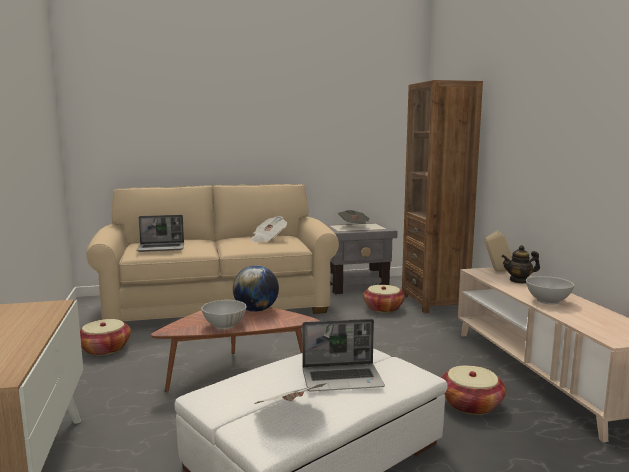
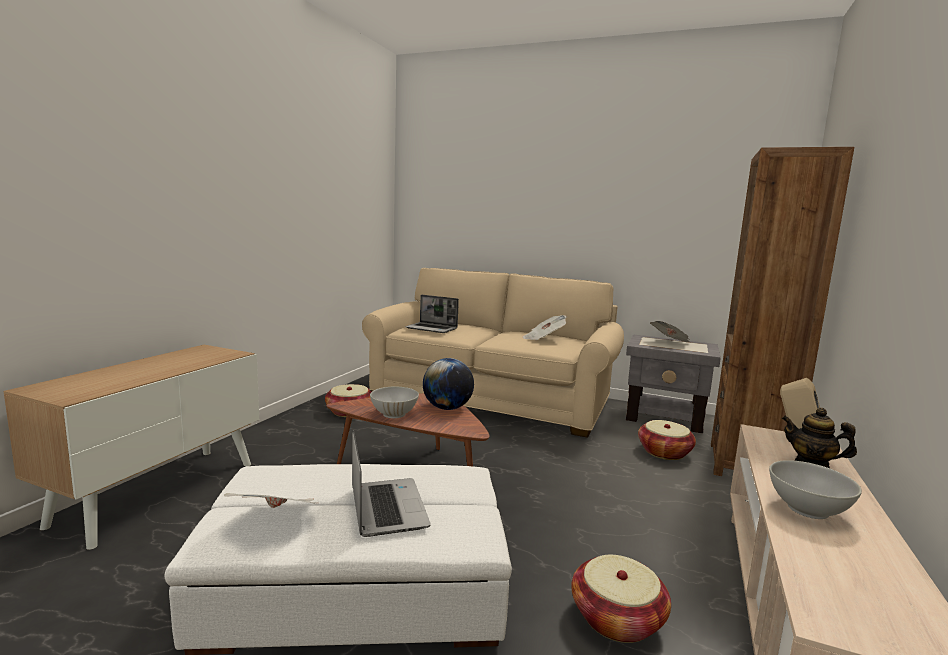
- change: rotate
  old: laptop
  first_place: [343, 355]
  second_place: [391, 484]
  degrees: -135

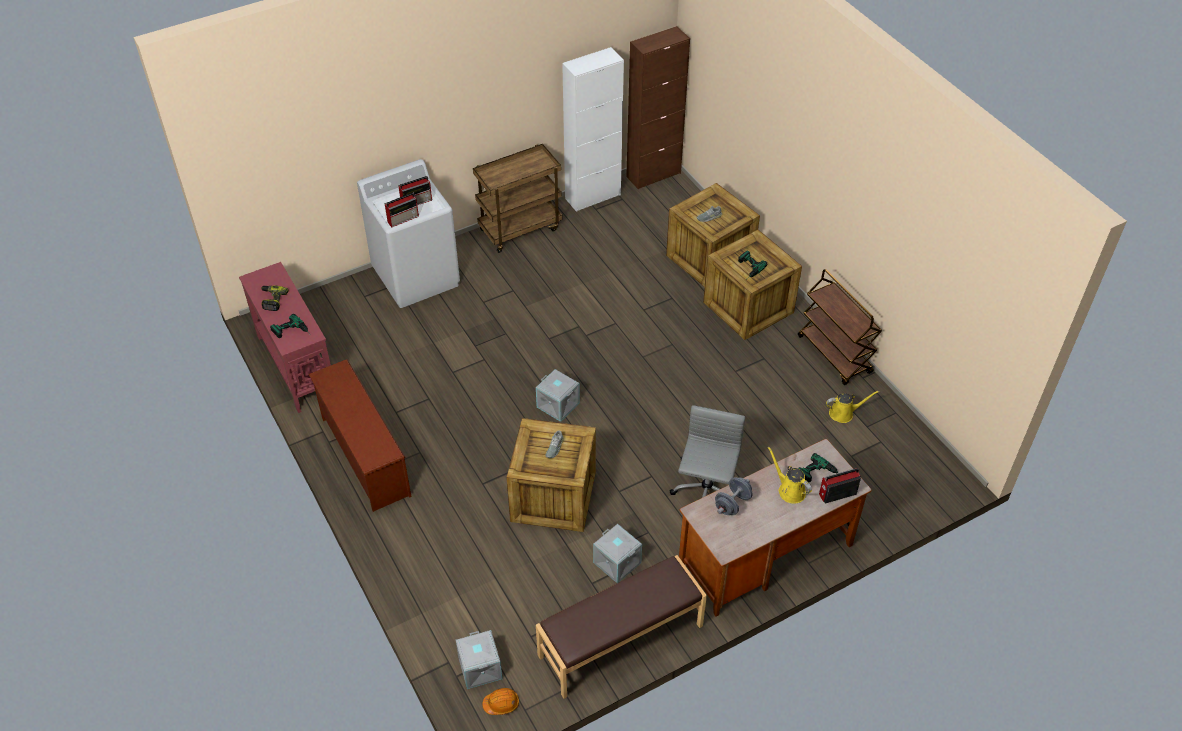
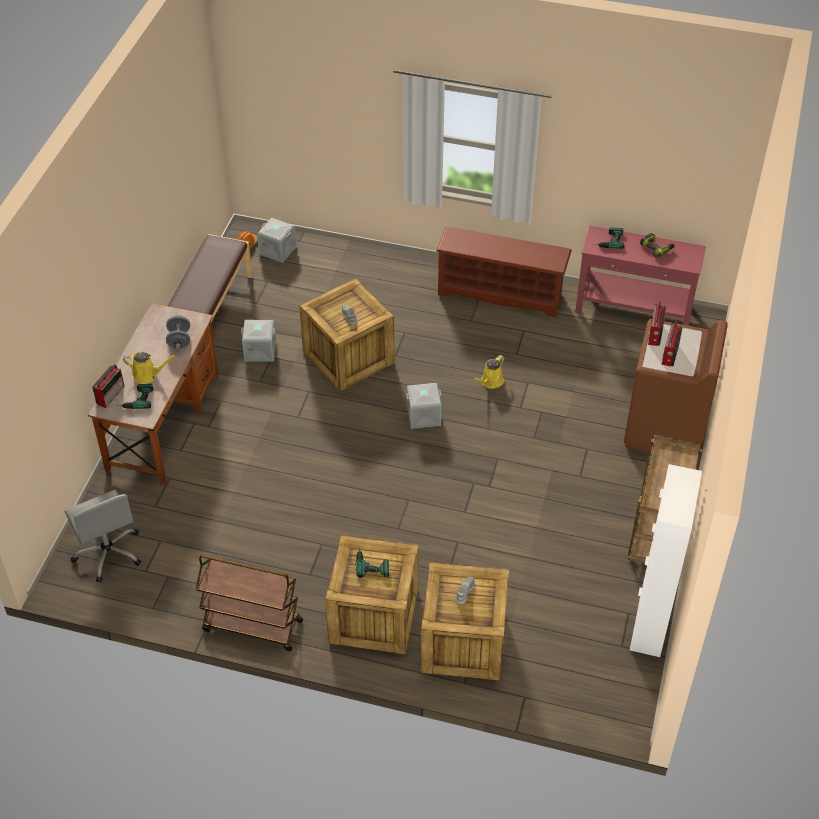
- change: recolor
  old: laundry appliance (whitish)
  new: laundry appliance (brownish)
  first_place: [408, 233]
  second_place: [676, 385]
- change: delete
  old: storage cabinet (brownish)
  first_place: [658, 107]
- change: move
  old: office chair (grey)
  first_place: [707, 451]
  second_place: [103, 536]
- change: move
  old: sprinkling can (yellowish)
  first_place: [852, 407]
  second_place: [489, 372]

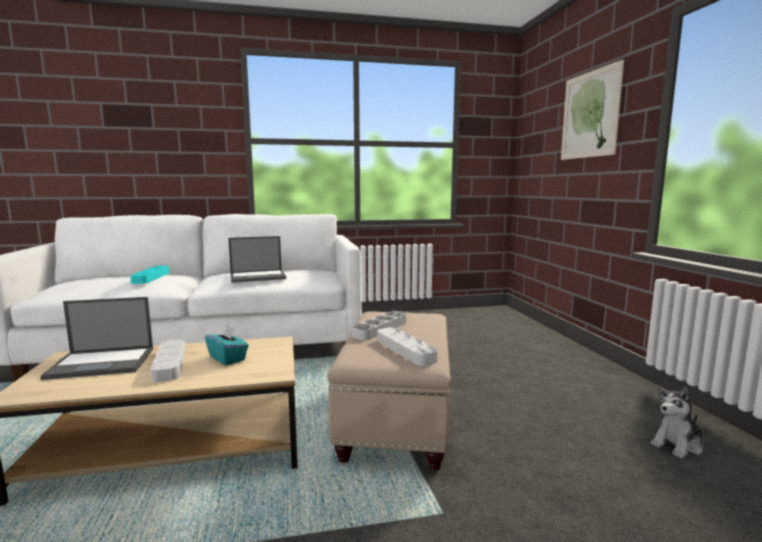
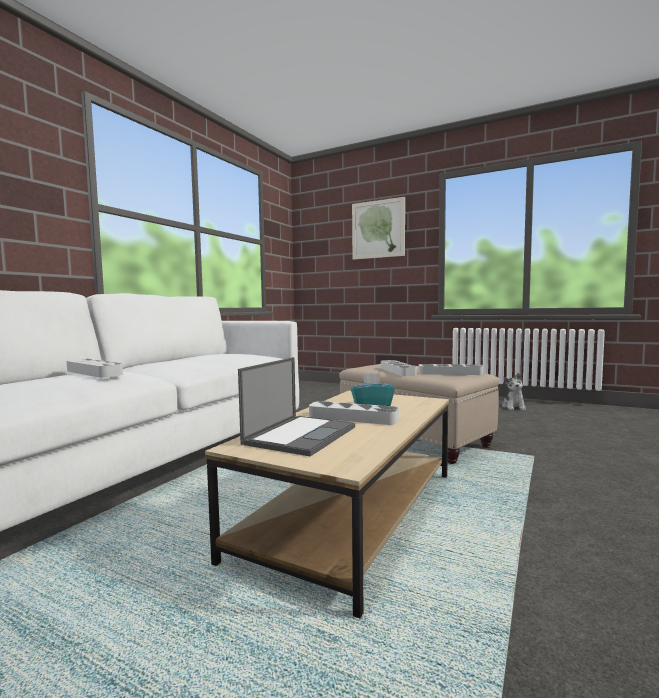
- change: recolor
  old: carrying tray (turquoise)
  new: carrying tray (grey)
  first_place: [150, 275]
  second_place: [95, 368]
- change: delete
  old: laptop
  first_place: [257, 259]

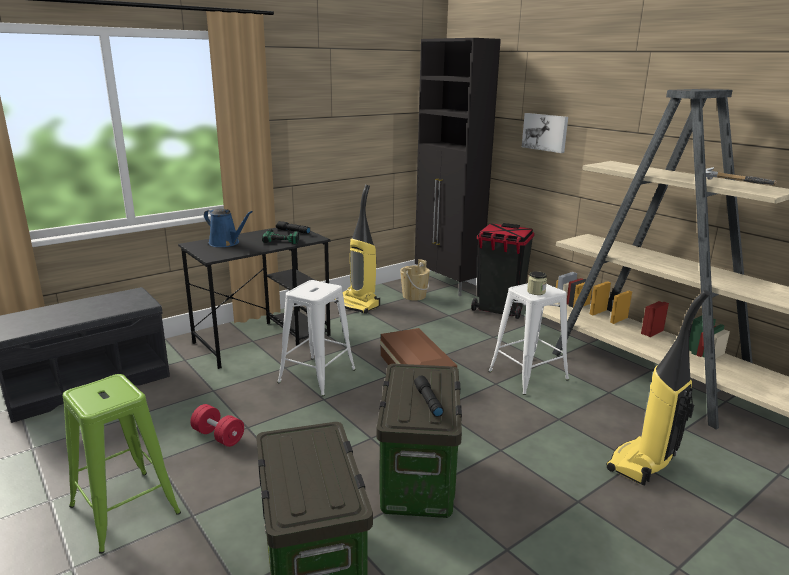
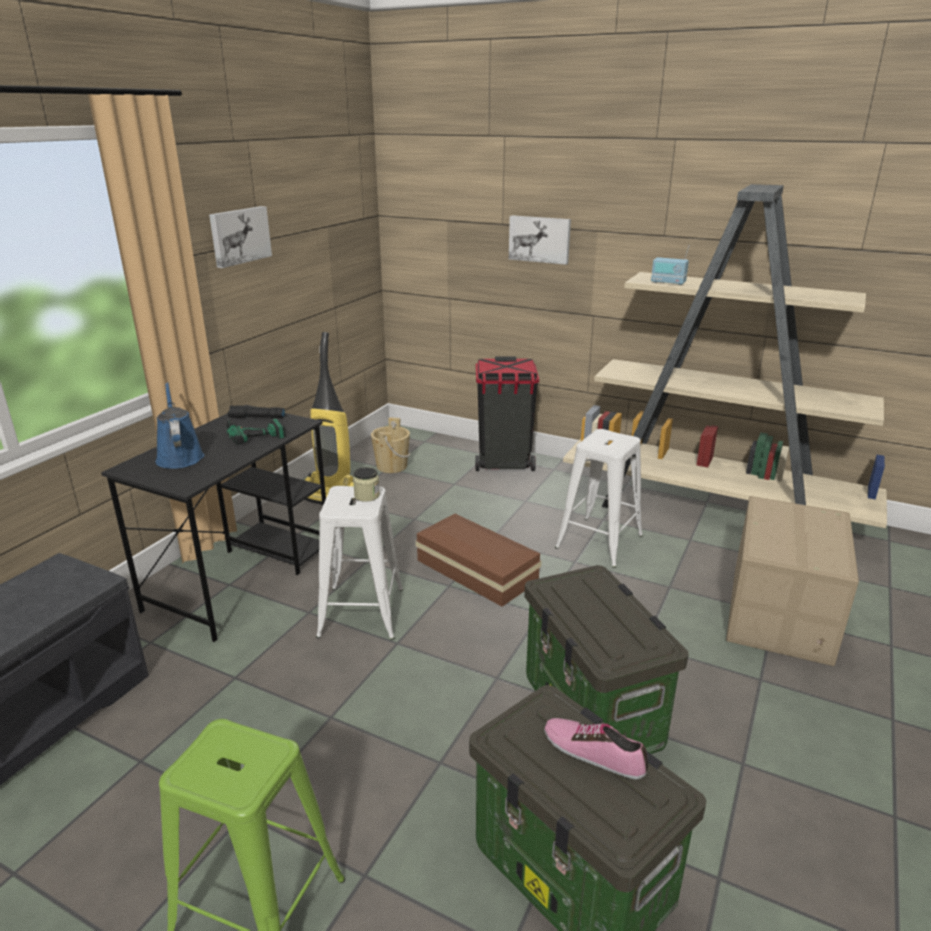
- change: delete
  old: hand weight (red)
  first_place: [217, 425]
- change: rotate
  old: sprinkling can (blue)
  first_place: [228, 228]
  second_place: [180, 425]
  degrees: -120
- change: delete
  old: torch (blackish)
  first_place: [429, 396]
- change: delete
  old: storage cabinet (blackish)
  first_place: [458, 167]
- change: move
  old: preserve jar
  first_place: [537, 283]
  second_place: [366, 484]
- change: replace
  old: hoover
  new: packing box
  first_place: [658, 388]
  second_place: [792, 581]
- change: delete
  old: tool hammer
  first_place: [741, 176]
- change: insert
  new: wall picture
  second_place: [240, 237]
- change: insert
  new: shoe
  second_place: [596, 749]
- change: insert
  new: radio receiver
  second_place: [670, 265]

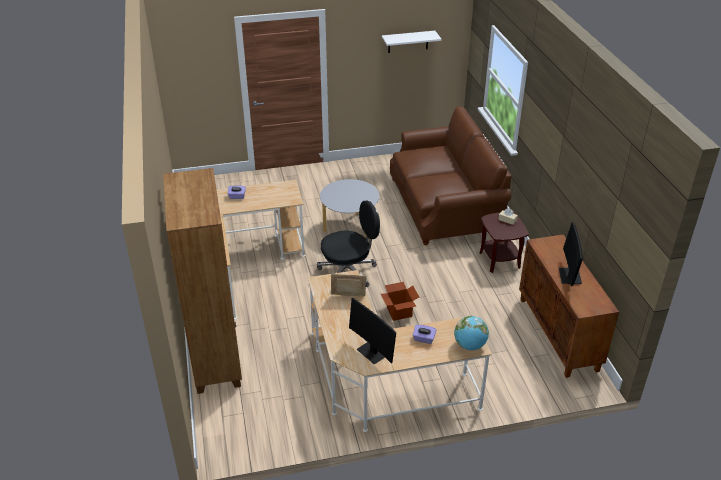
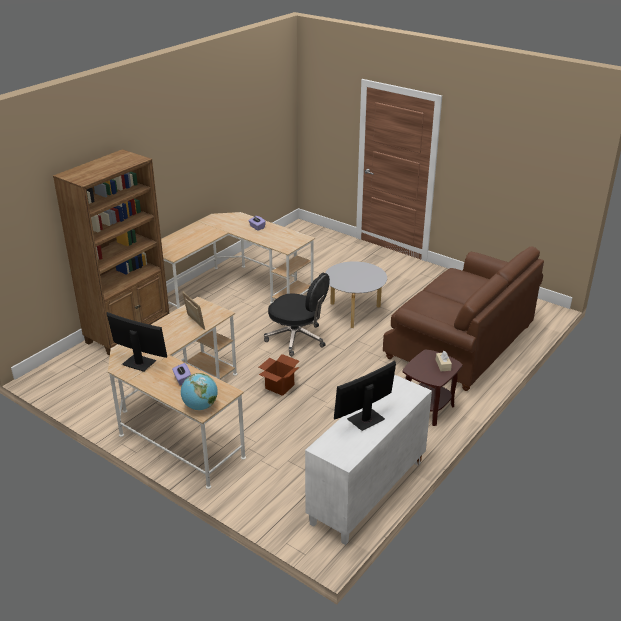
- change: rotate
  old: computer display
  first_place: [372, 331]
  second_place: [137, 342]
  degrees: 105
- change: delete
  old: wall shelf (whitish)
  first_place: [412, 42]
- change: recolor
  old: storage cabinet (brownish)
  new: storage cabinet (whitish)
  first_place: [569, 306]
  second_place: [368, 459]

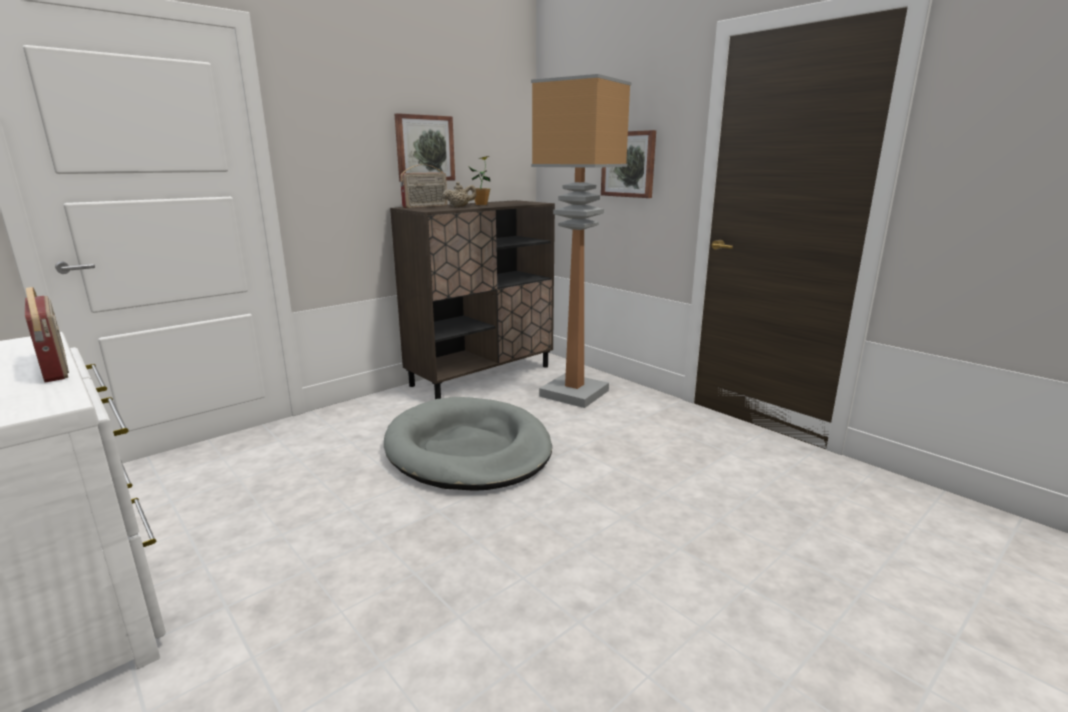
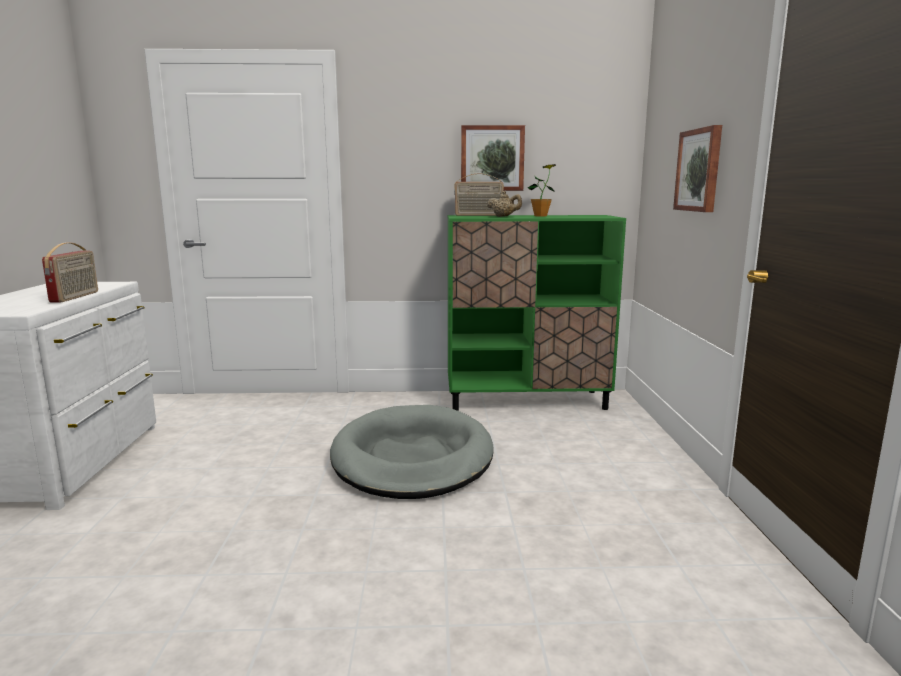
- change: recolor
  old: storage cabinet (brownish)
  new: storage cabinet (greenish)
  first_place: [472, 299]
  second_place: [537, 313]
- change: delete
  old: standard lamp
  first_place: [581, 241]

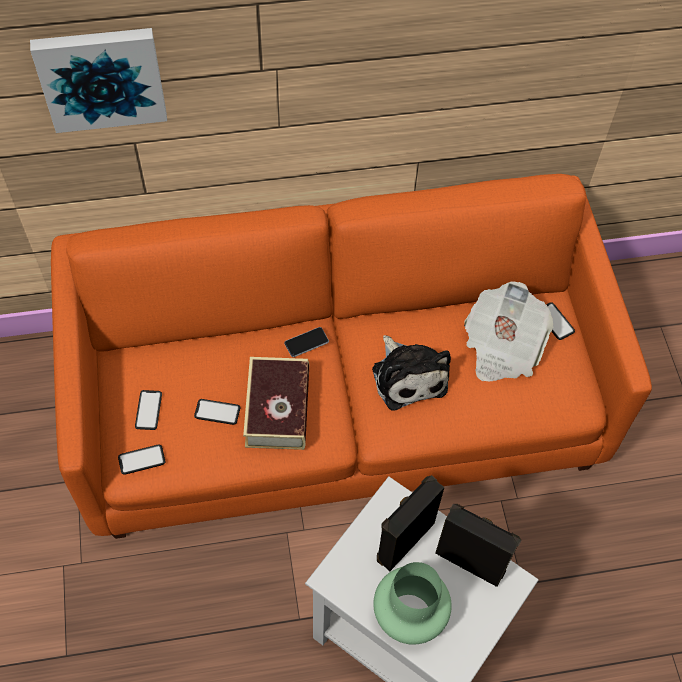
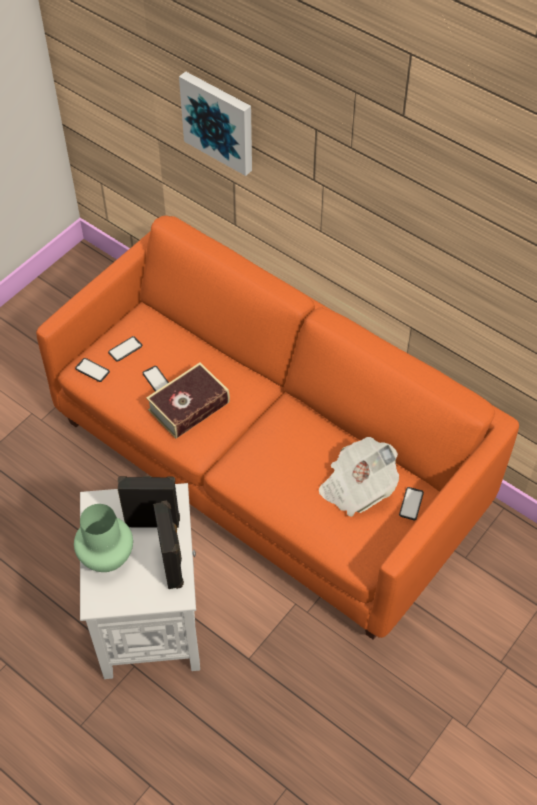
- change: delete
  old: phone
  first_place: [306, 342]
- change: delete
  old: soft toy
  first_place: [411, 373]

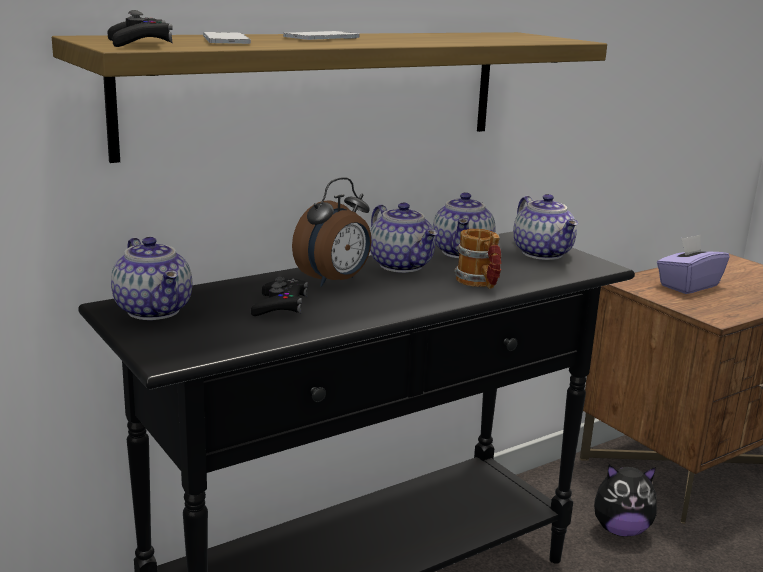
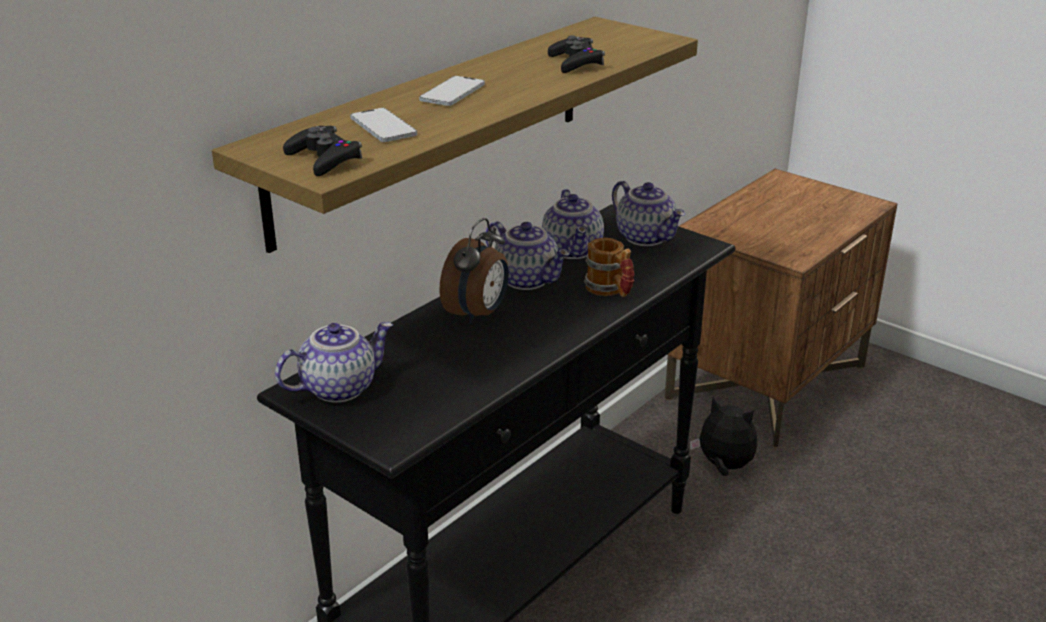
- change: rotate
  old: teapot
  first_place: [151, 278]
  second_place: [334, 362]
  degrees: -75
- change: move
  old: joypad (blackish)
  first_place: [279, 296]
  second_place: [576, 54]
- change: rotate
  old: soft toy
  first_place: [625, 501]
  second_place: [723, 436]
  degrees: -135
- change: delete
  old: tissue holder (purple-coloured)
  first_place: [693, 264]

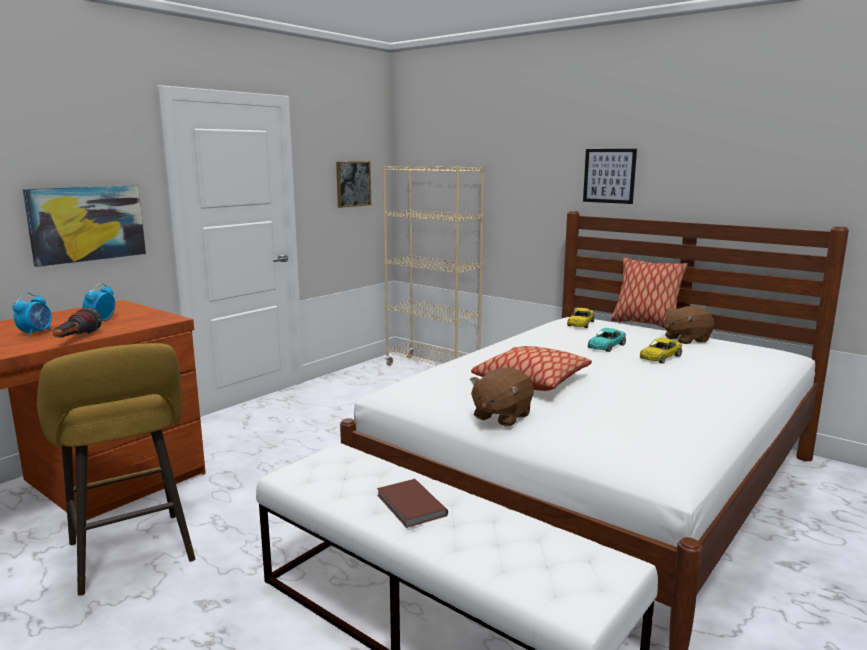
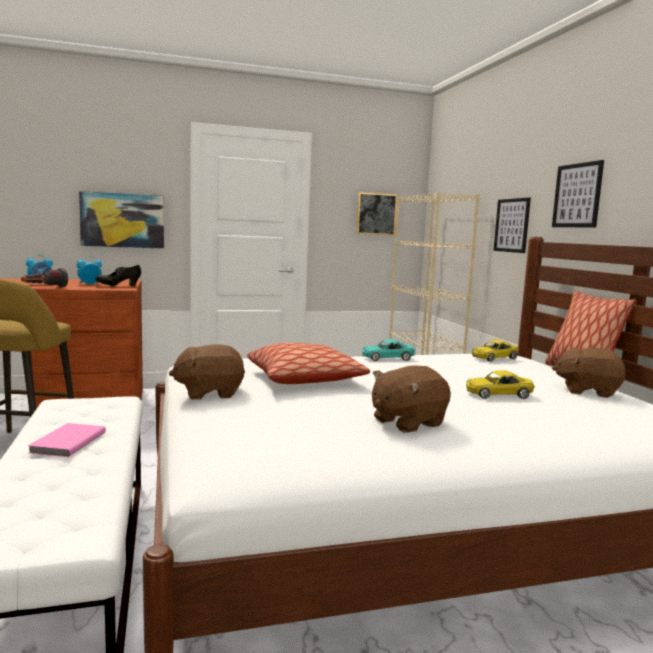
- change: recolor
  old: bound book (brownish)
  new: bound book (pinkish)
  first_place: [412, 503]
  second_place: [67, 440]
- change: move
  old: miniature car (turquoise)
  first_place: [607, 340]
  second_place: [389, 350]
- change: insert
  new: shoe (blackish)
  second_place: [118, 275]
- change: insert
  new: soft toy (brownish)
  second_place: [411, 399]
- change: insert
  new: wall picture
  second_place: [512, 225]

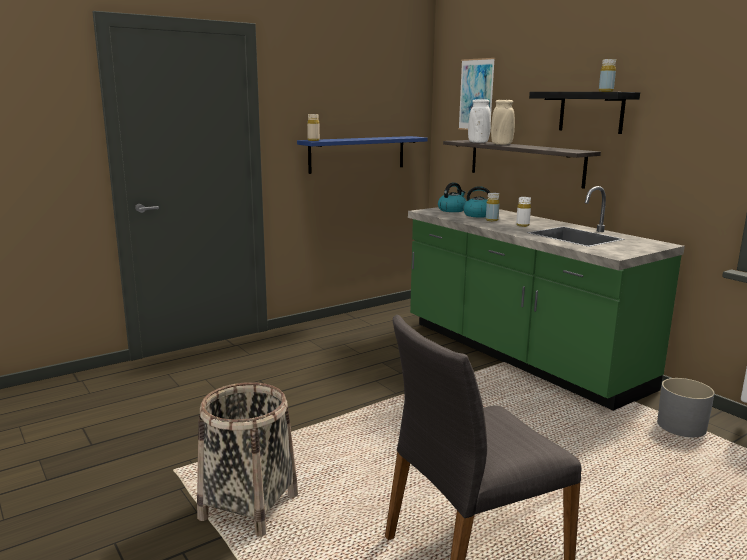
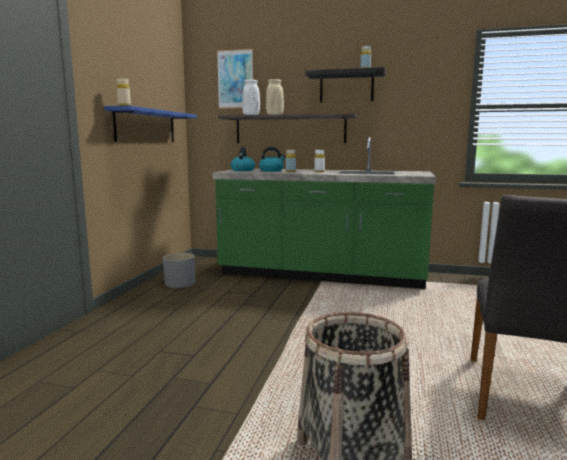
- change: move
  old: flower pot (grey)
  first_place: [686, 407]
  second_place: [179, 270]

